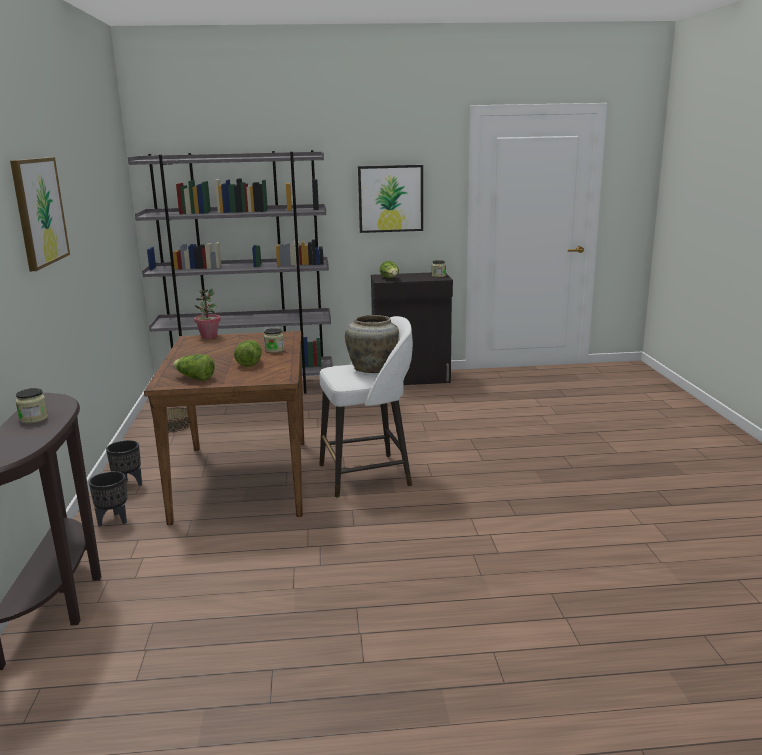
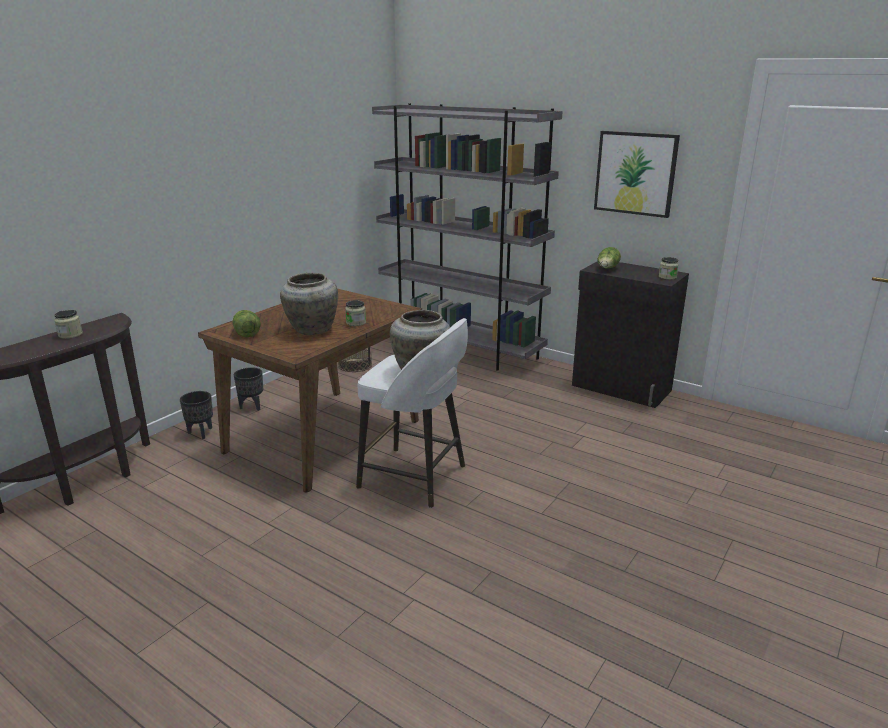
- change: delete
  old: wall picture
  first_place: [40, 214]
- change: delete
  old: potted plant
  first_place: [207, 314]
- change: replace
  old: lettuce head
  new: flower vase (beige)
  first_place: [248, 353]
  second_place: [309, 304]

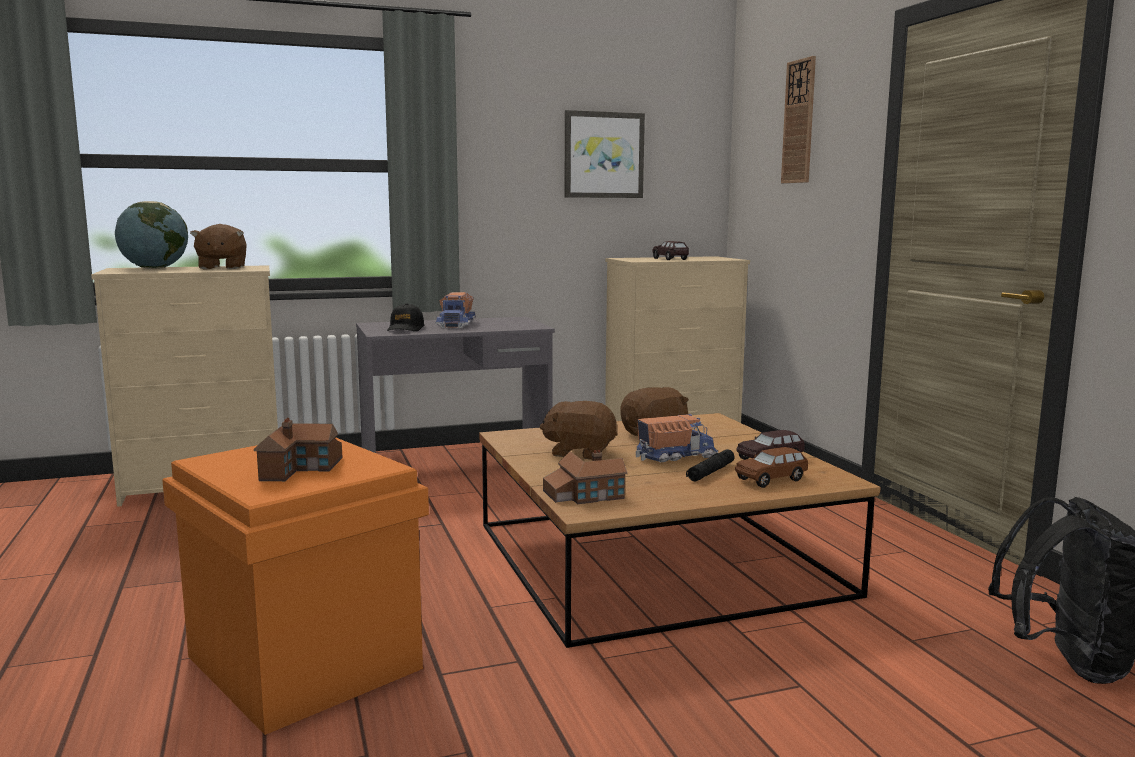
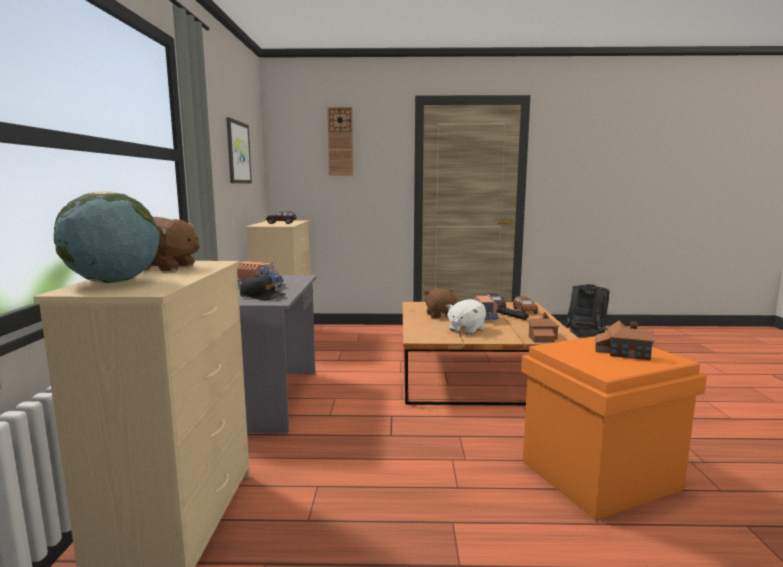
- change: recolor
  old: soft toy (brownish)
  new: soft toy (whitish)
  first_place: [578, 430]
  second_place: [466, 317]

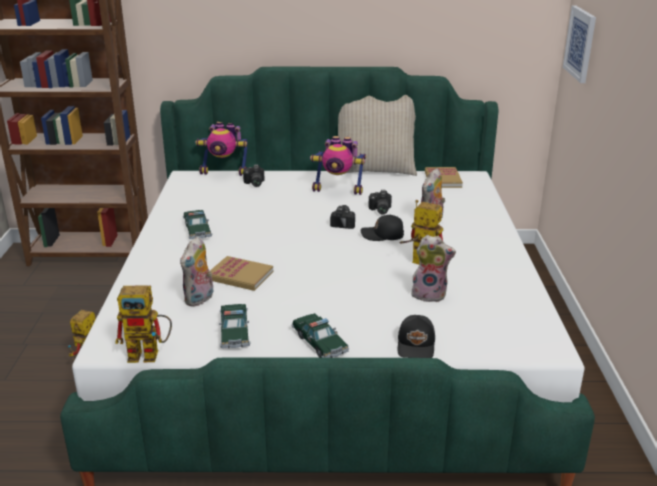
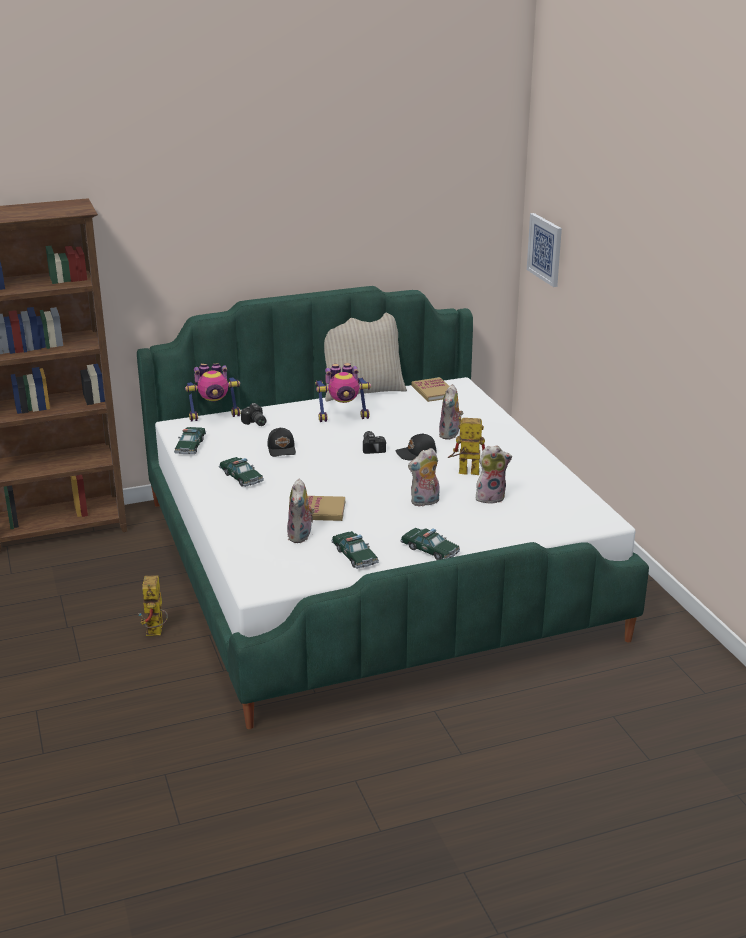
- change: delete
  old: model robot
  first_place: [143, 324]
- change: delete
  old: still camera
  first_place: [380, 202]
- change: move
  old: peaked cap (blackish)
  first_place: [416, 336]
  second_place: [281, 442]
- change: insert
  new: miniature car
  second_place: [190, 440]
- change: insert
  new: soft toy
  second_place: [424, 477]

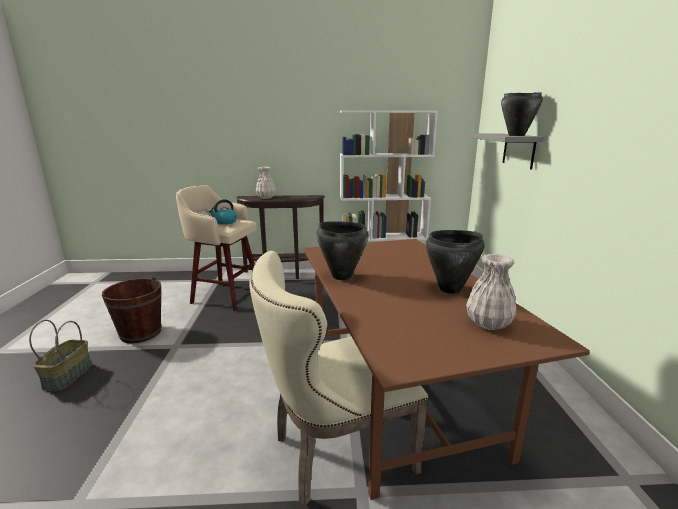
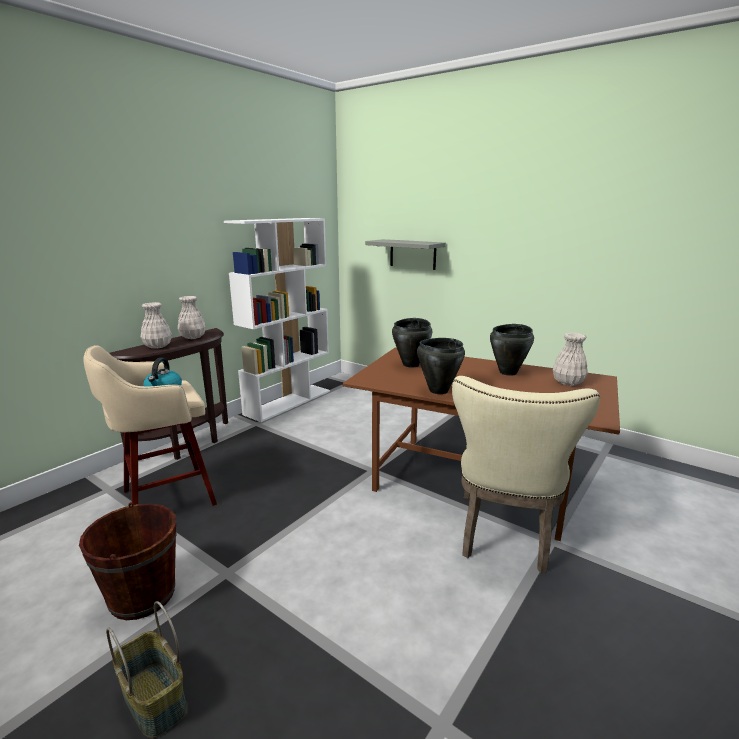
- change: move
  old: stockpot (blackish)
  first_place: [522, 114]
  second_place: [412, 342]
- change: insert
  new: flower vase (whitish)
  second_place: [192, 317]

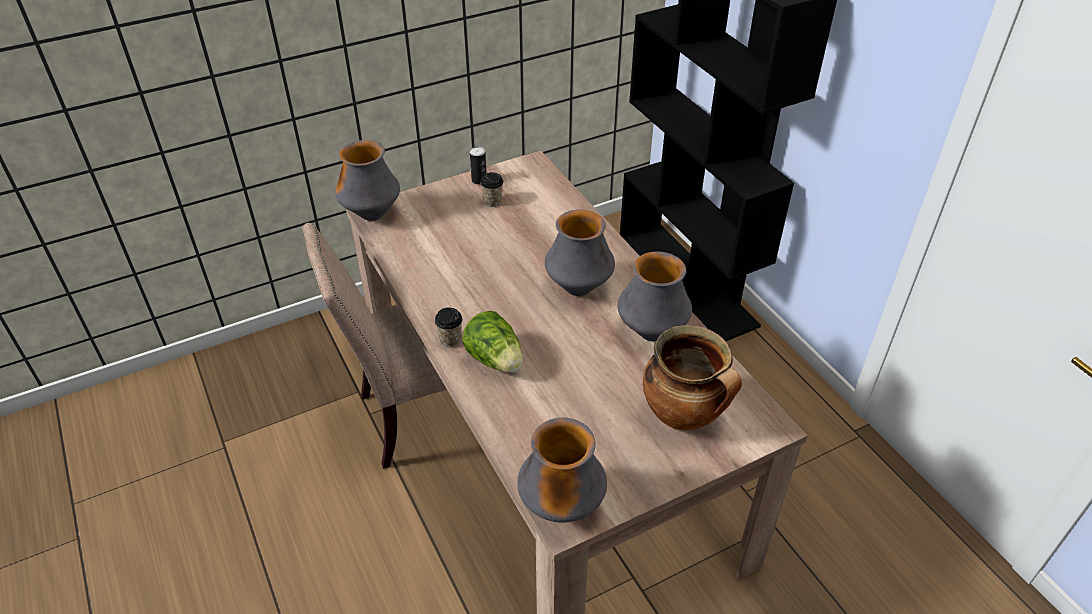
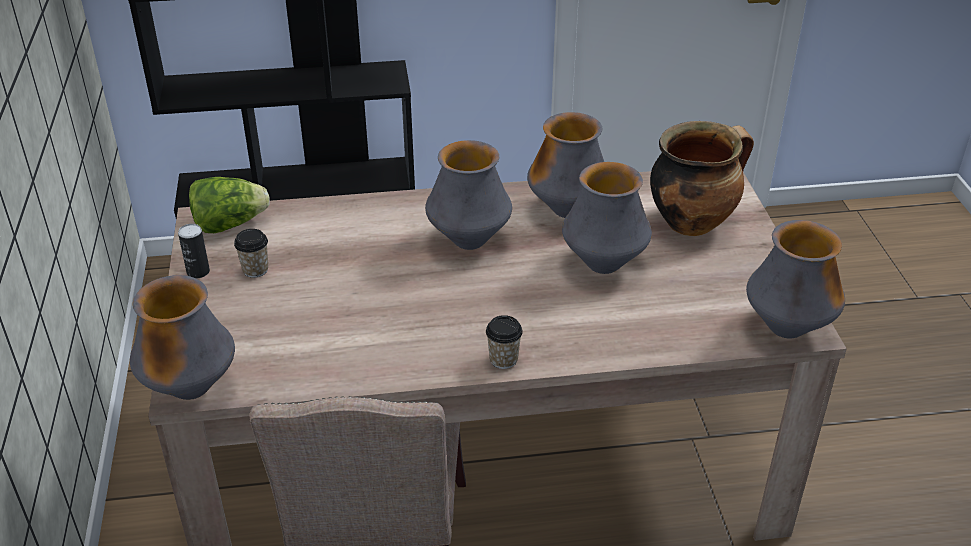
- change: move
  old: lettuce head
  first_place: [492, 342]
  second_place: [229, 205]
- change: insert
  new: flower vase
  second_place: [607, 218]

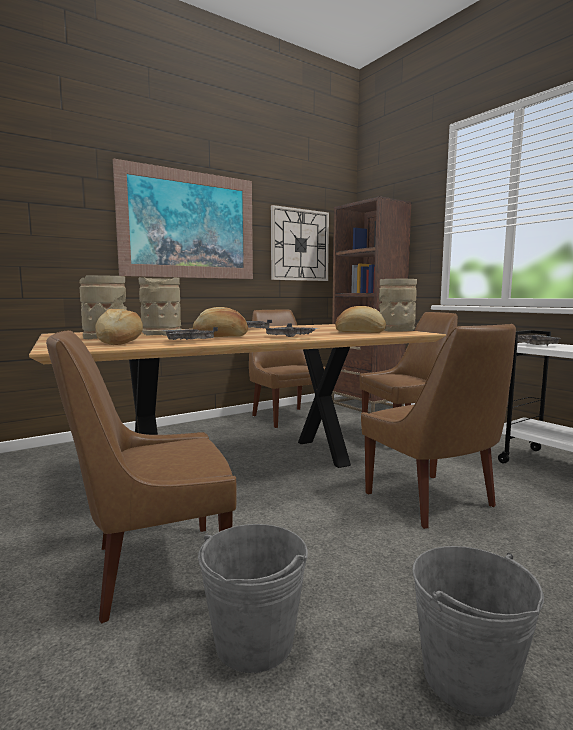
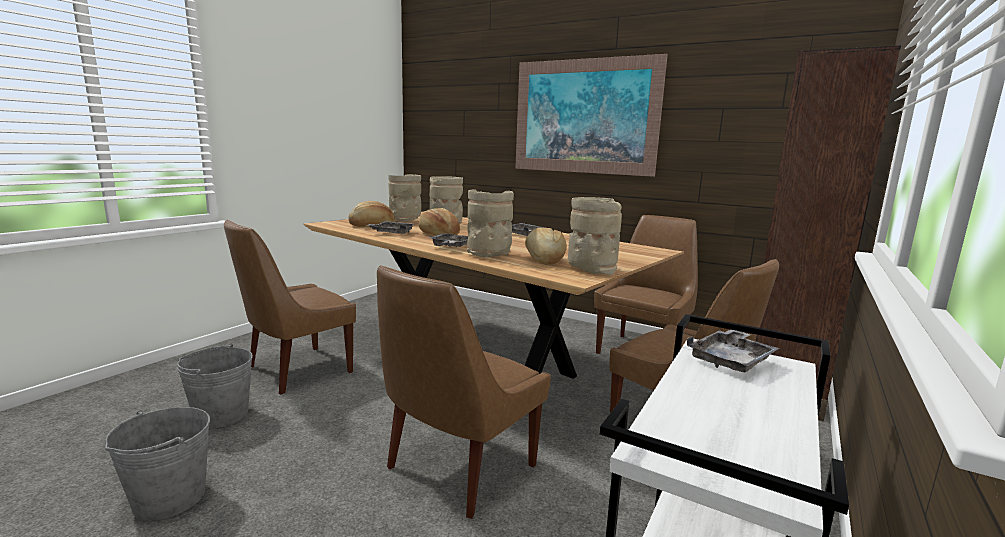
- change: rotate
  old: chair (brownish)
  first_place: [141, 477]
  second_place: [290, 307]
  degrees: -90
- change: delete
  old: hanging clock
  first_place: [300, 243]
- change: insert
  new: flower vase (beige)
  second_place: [490, 223]

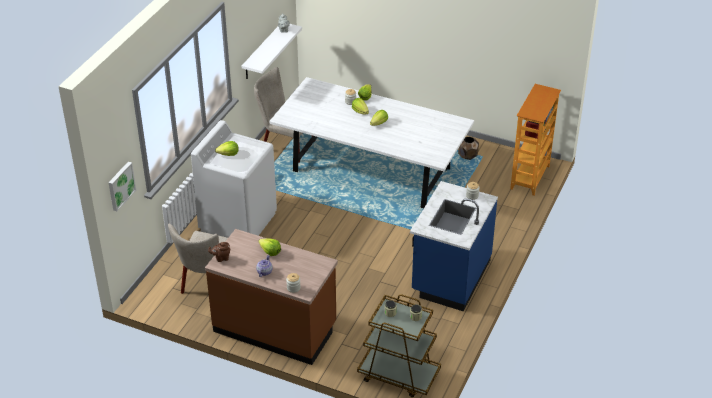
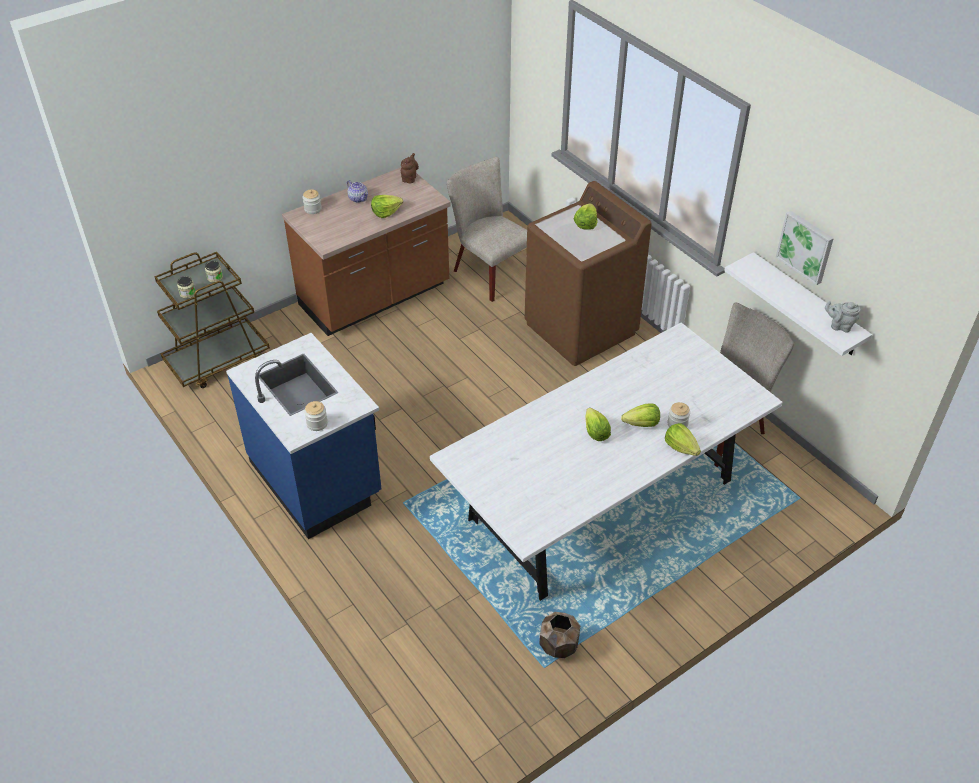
- change: move
  old: wall picture
  first_place: [122, 186]
  second_place: [805, 248]
- change: recolor
  old: laundry appliance (whitish)
  new: laundry appliance (brownish)
  first_place: [234, 179]
  second_place: [588, 273]
- change: delete
  old: shelving unit
  first_place: [535, 140]

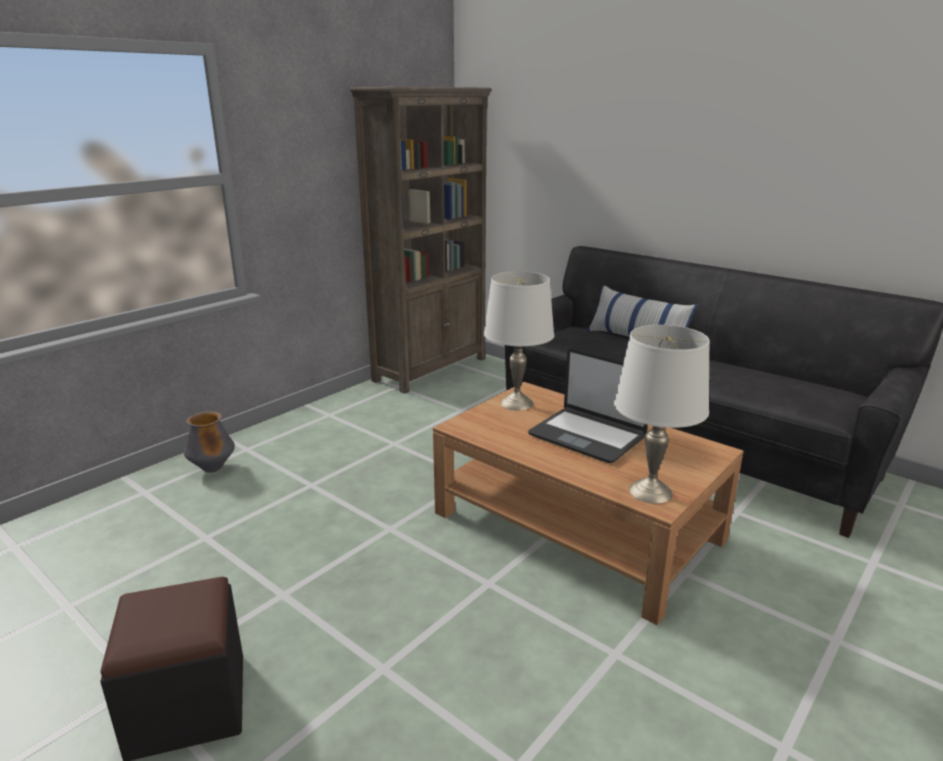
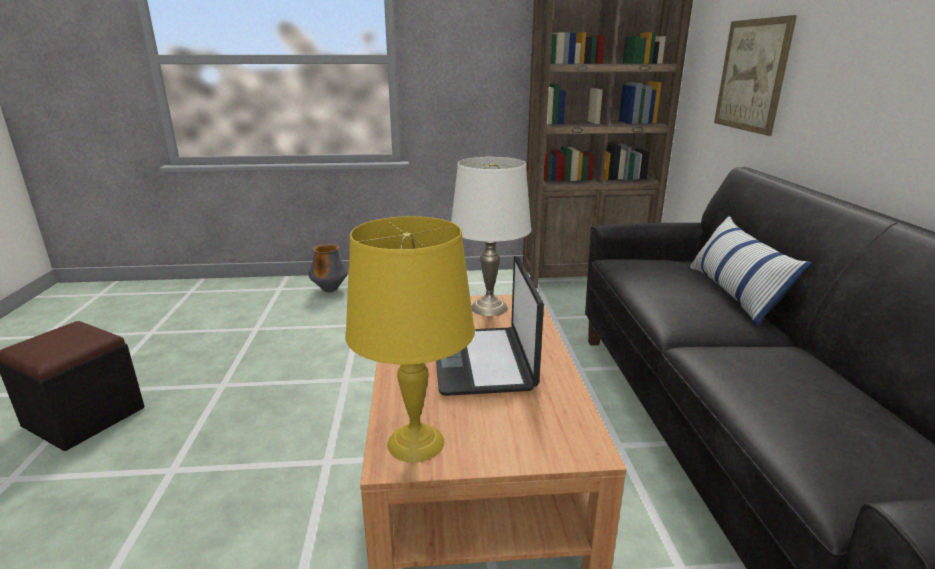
- change: recolor
  old: tabletop lamp (whitish)
  new: tabletop lamp (yellowish)
  first_place: [662, 414]
  second_place: [410, 339]
- change: insert
  new: wall picture
  second_place: [755, 75]

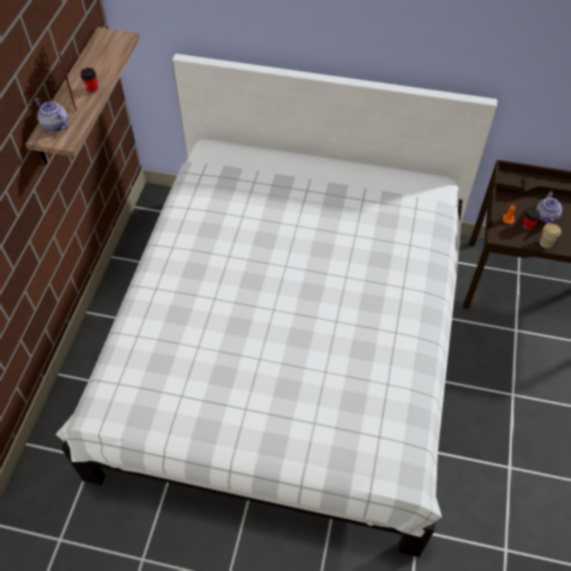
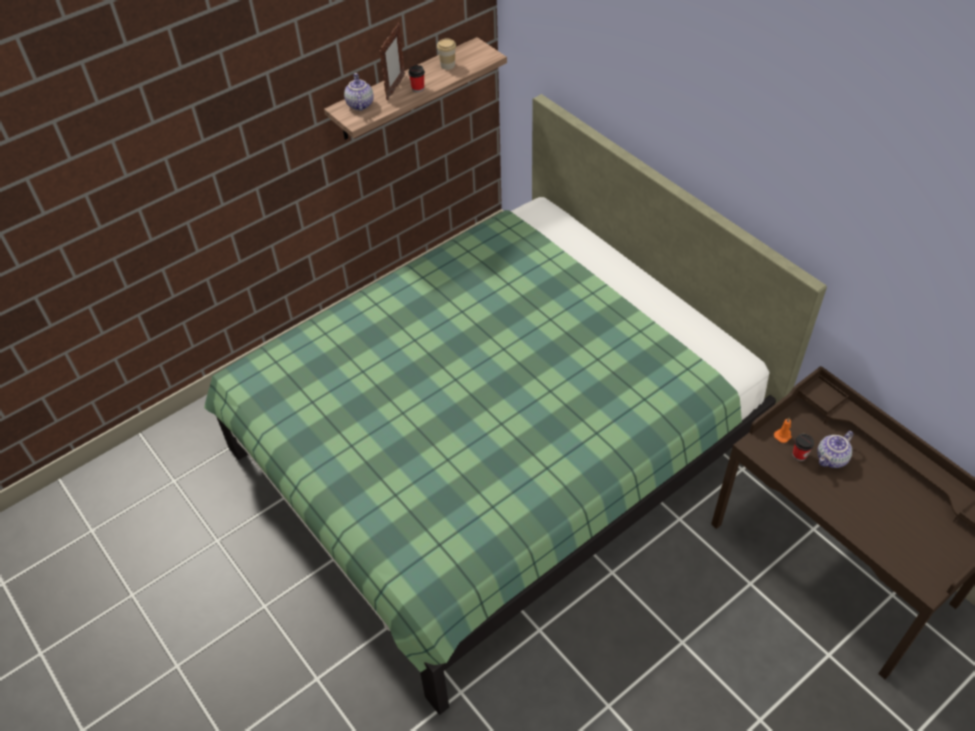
- change: recolor
  old: sleeping bed (whitish)
  new: sleeping bed (greenish)
  first_place: [276, 305]
  second_place: [515, 404]
- change: move
  old: cup
  first_place: [550, 236]
  second_place: [446, 54]

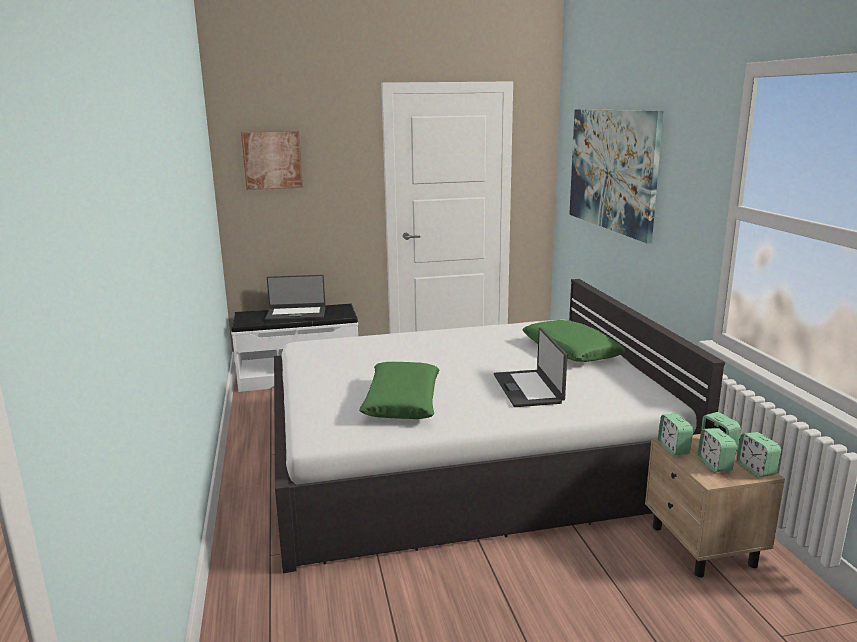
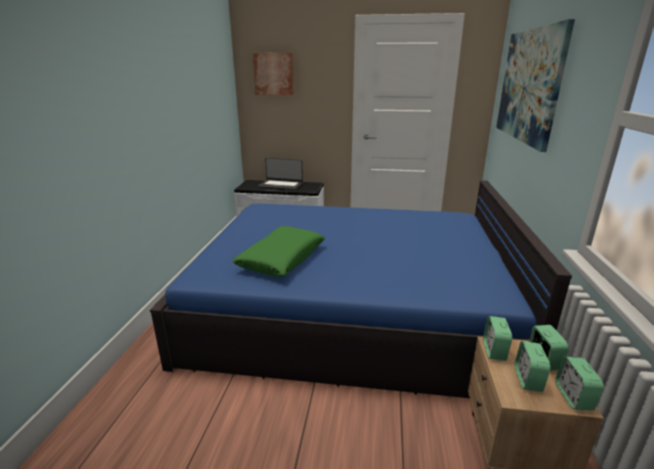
- change: recolor
  old: sleeping bed (whitish)
  new: sleeping bed (blue)
  first_place: [499, 426]
  second_place: [361, 289]
- change: delete
  old: laptop
  first_place: [530, 367]
- change: delete
  old: cushion (greenish)
  first_place: [574, 341]

